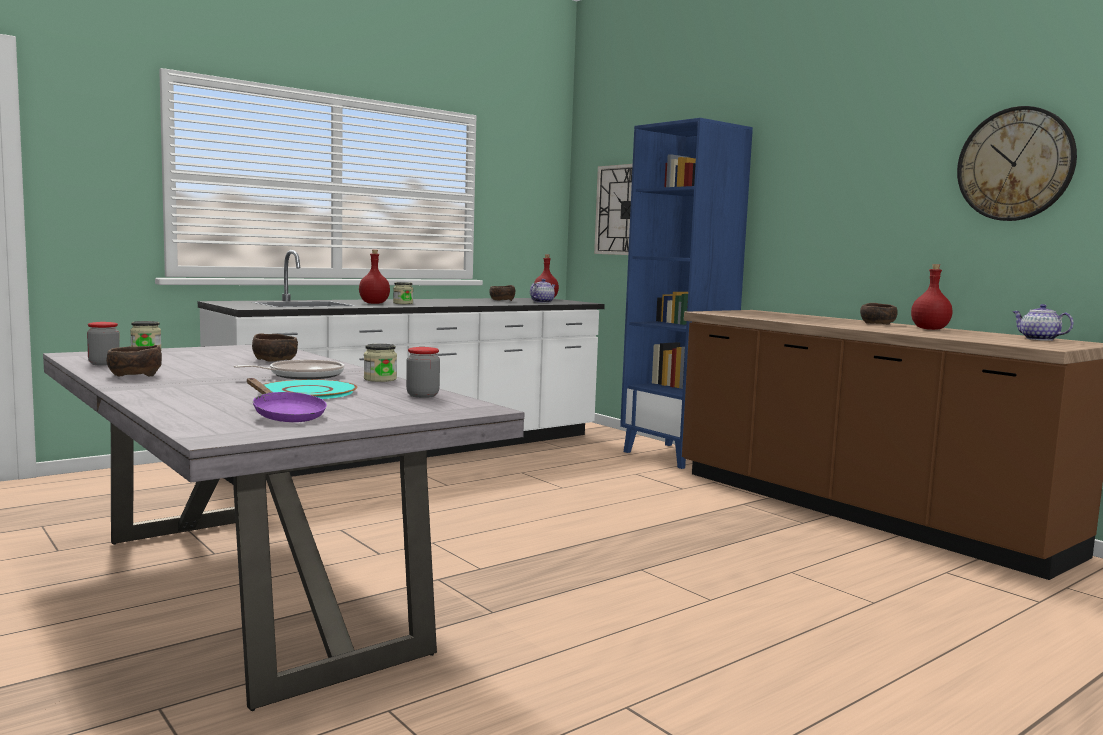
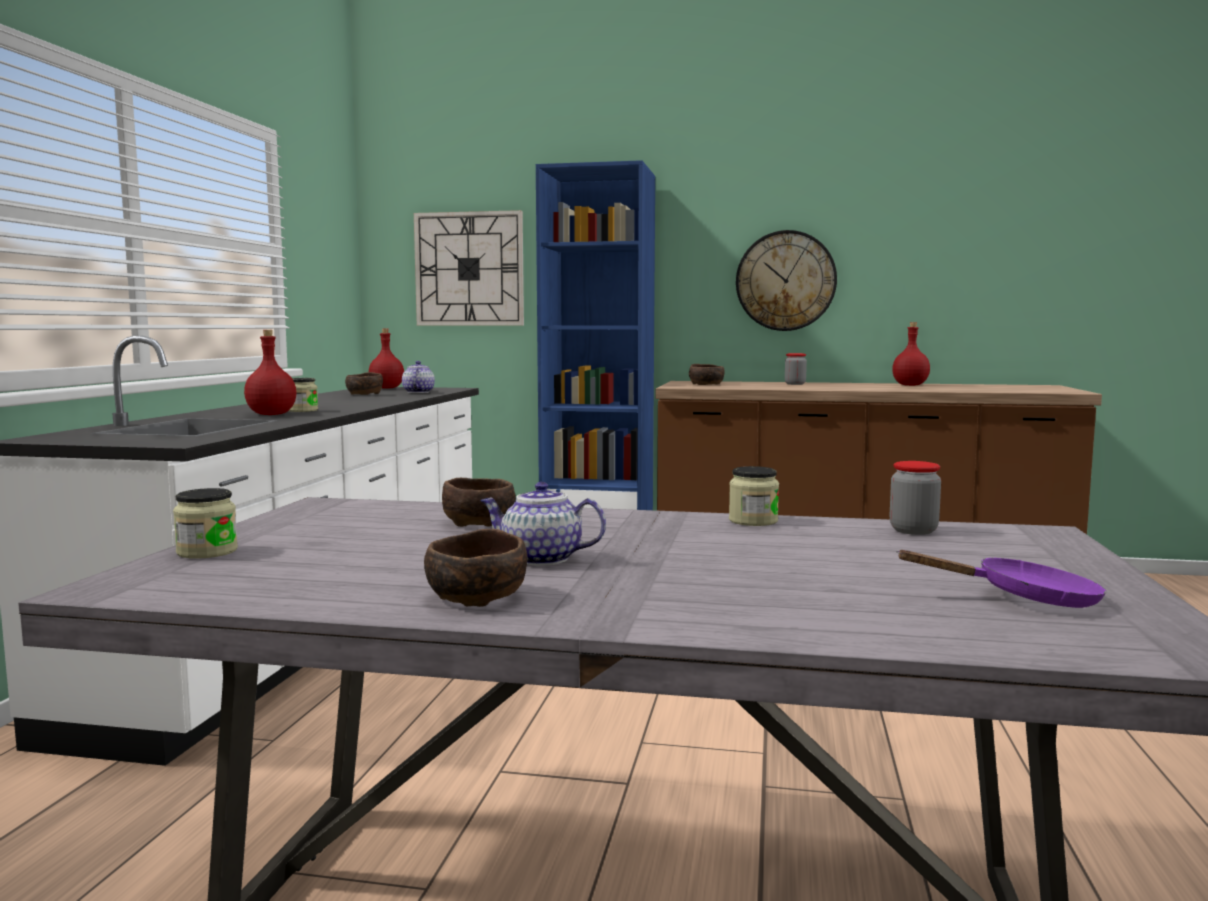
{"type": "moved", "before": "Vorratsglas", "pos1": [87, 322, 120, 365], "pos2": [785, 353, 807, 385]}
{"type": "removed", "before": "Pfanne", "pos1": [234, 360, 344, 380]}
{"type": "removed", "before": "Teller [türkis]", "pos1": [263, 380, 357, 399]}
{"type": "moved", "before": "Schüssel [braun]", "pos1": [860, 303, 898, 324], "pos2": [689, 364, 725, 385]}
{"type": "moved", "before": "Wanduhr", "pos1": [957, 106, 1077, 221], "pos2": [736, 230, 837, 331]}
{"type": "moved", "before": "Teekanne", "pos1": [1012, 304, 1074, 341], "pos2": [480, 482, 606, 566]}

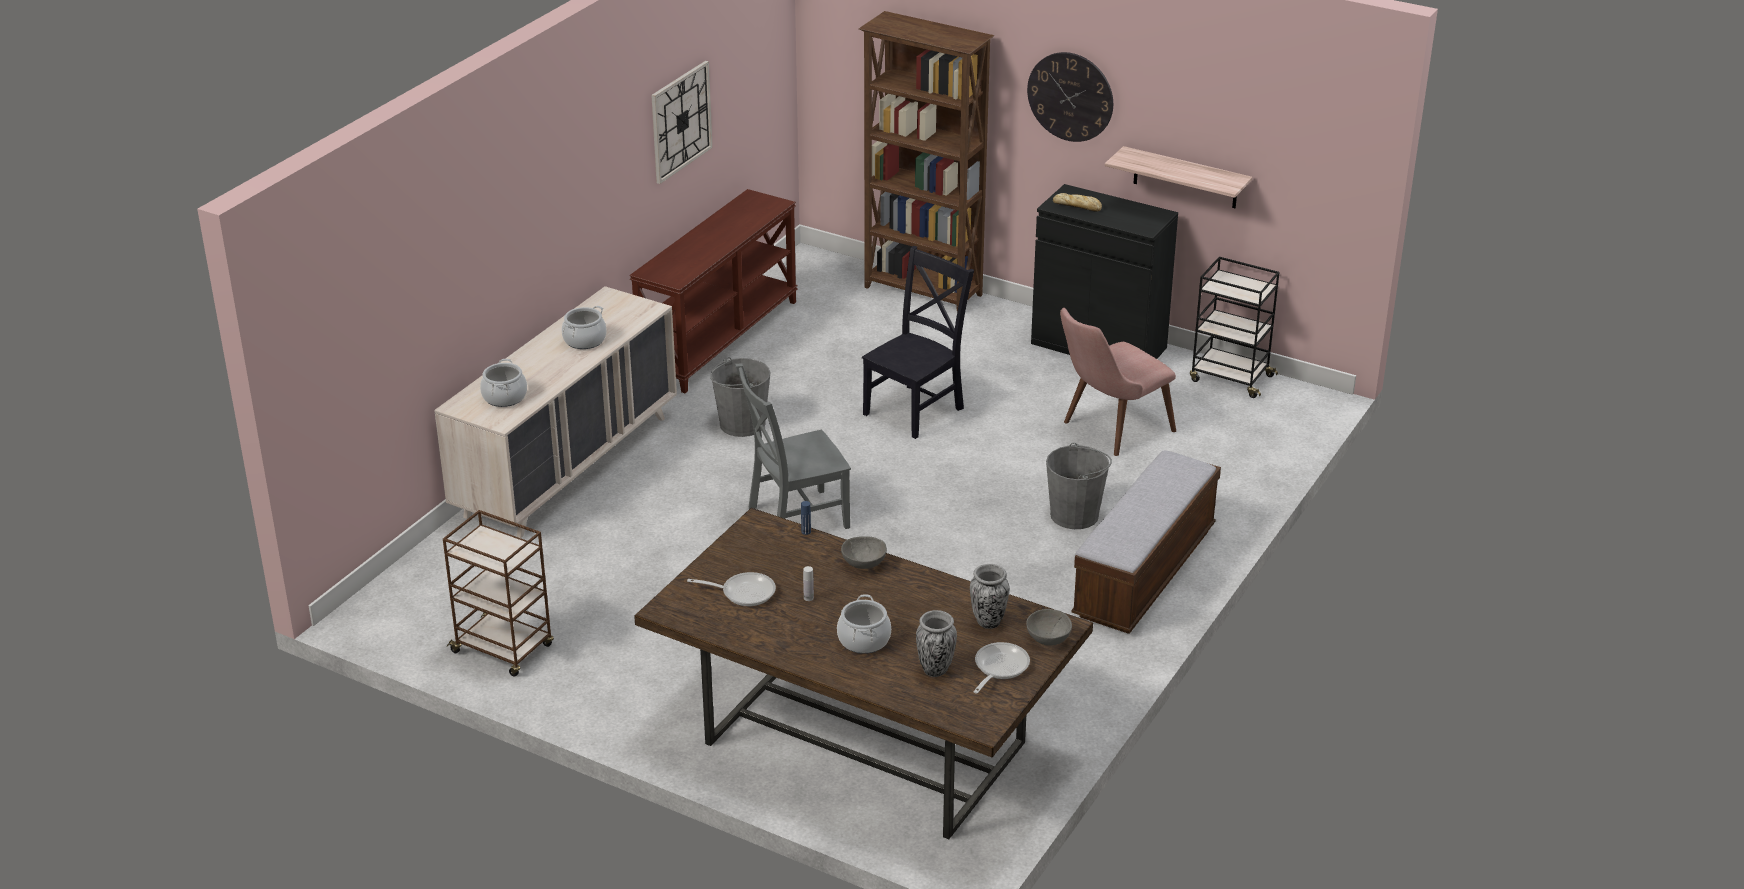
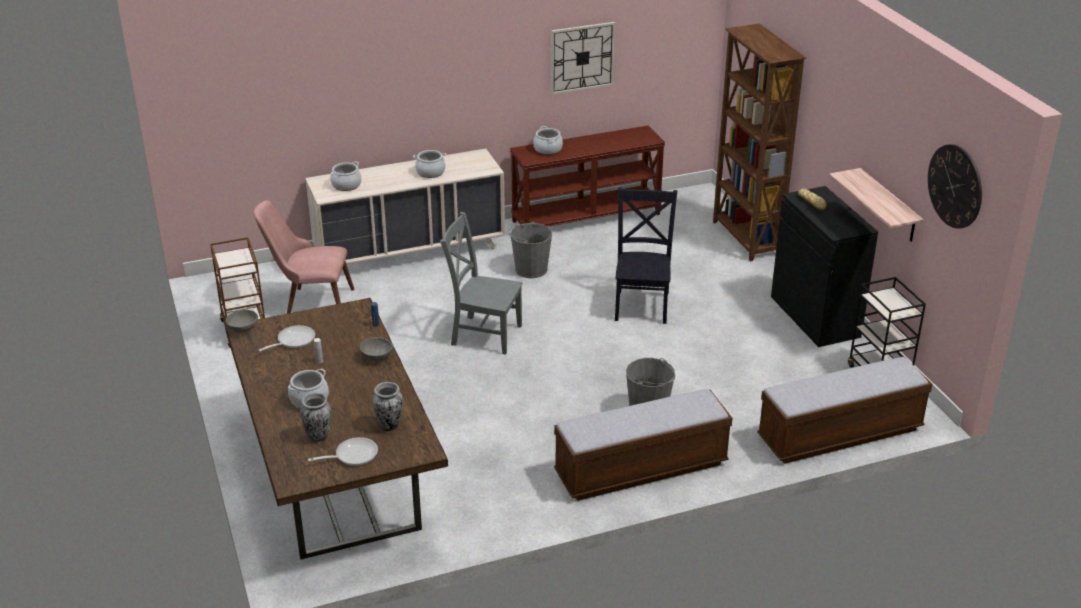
{"type": "turned", "before": "Pfanne", "pos1": [687, 572, 776, 606], "pos2": [258, 325, 315, 351], "turn": -90}
{"type": "turned", "before": "Stuhl [schwarz]", "pos1": [862, 246, 974, 439], "pos2": [615, 187, 677, 324], "turn": -75}
{"type": "moved", "before": "Schüssel [grau]", "pos1": [1026, 609, 1072, 646], "pos2": [226, 309, 258, 333]}
{"type": "moved", "before": "Wanduhr", "pos1": [1027, 52, 1113, 142], "pos2": [928, 144, 982, 229]}
{"type": "moved", "before": "Stuhl [rosa]", "pos1": [1060, 308, 1176, 456], "pos2": [254, 200, 355, 314]}
{"type": "added", "after": "Kochtopf", "pos2": [533, 126, 563, 155]}
{"type": "added", "after": "Bank", "pos2": [757, 357, 932, 464]}

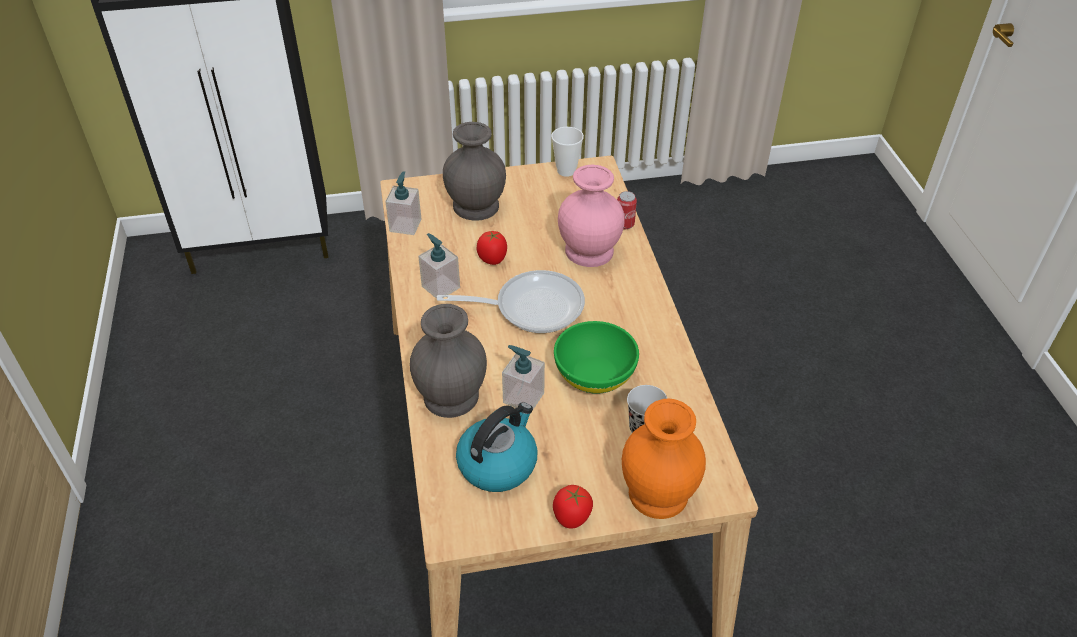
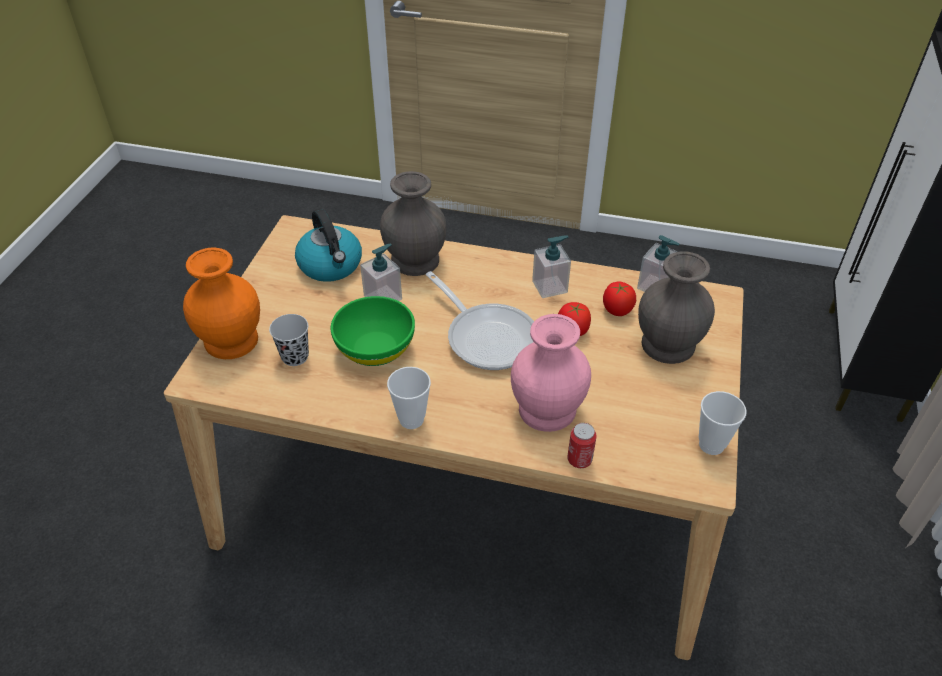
{"type": "turned", "before": "Pfanne", "pos1": [437, 270, 585, 333], "pos2": [426, 271, 534, 370], "turn": -60}
{"type": "moved", "before": "Tomate", "pos1": [553, 485, 593, 529], "pos2": [603, 281, 636, 316]}
{"type": "added", "after": "Tasse", "pos2": [387, 367, 431, 429]}

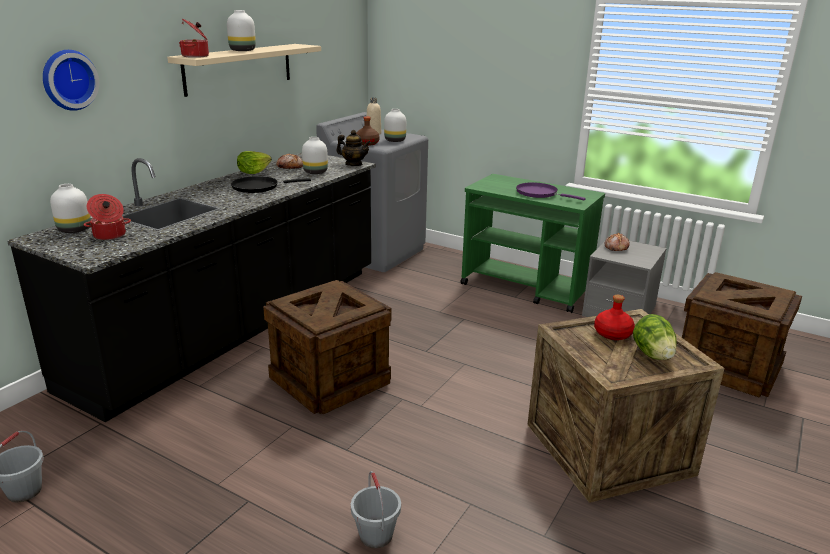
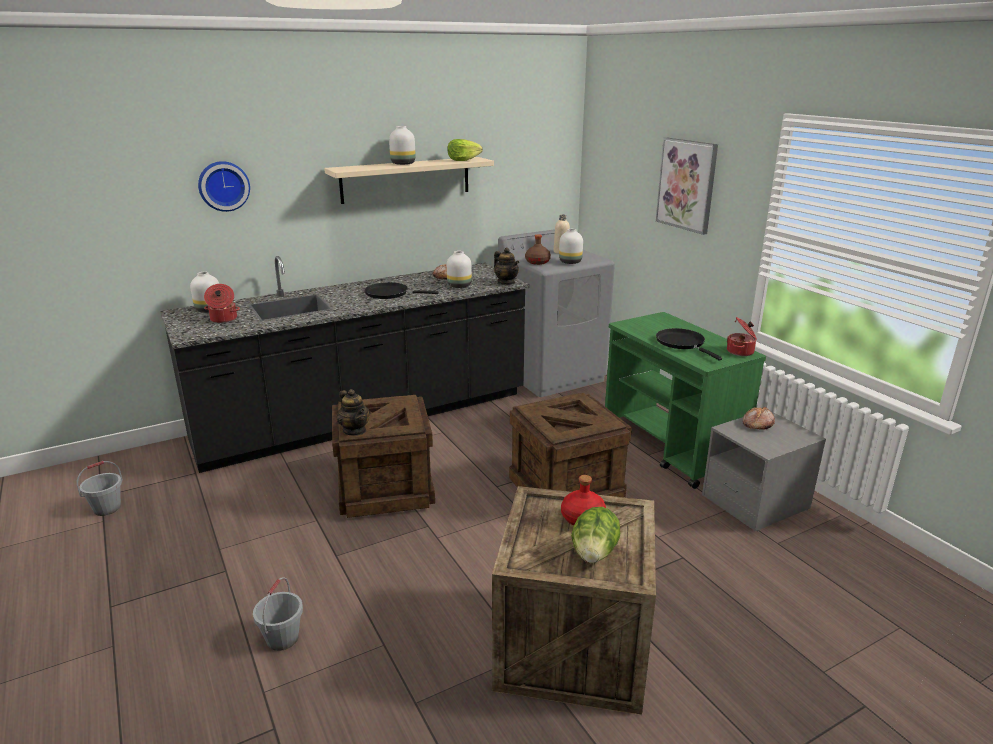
{"type": "moved", "before": "Kochtopf", "pos1": [179, 18, 209, 58], "pos2": [727, 317, 757, 356]}
{"type": "moved", "before": "Salatkopf", "pos1": [237, 151, 272, 174], "pos2": [447, 139, 483, 161]}
{"type": "recoloured", "before": "Pfanne [lila]", "after": "Pfanne [schwarz]", "pos1": [516, 182, 586, 200], "pos2": [656, 328, 722, 360]}
{"type": "moved", "before": "Kiste", "pos1": [682, 272, 802, 398], "pos2": [509, 393, 632, 497]}
{"type": "added", "after": "Teekanne", "pos2": [336, 389, 370, 436]}
{"type": "added", "after": "Bild", "pos2": [656, 138, 718, 235]}

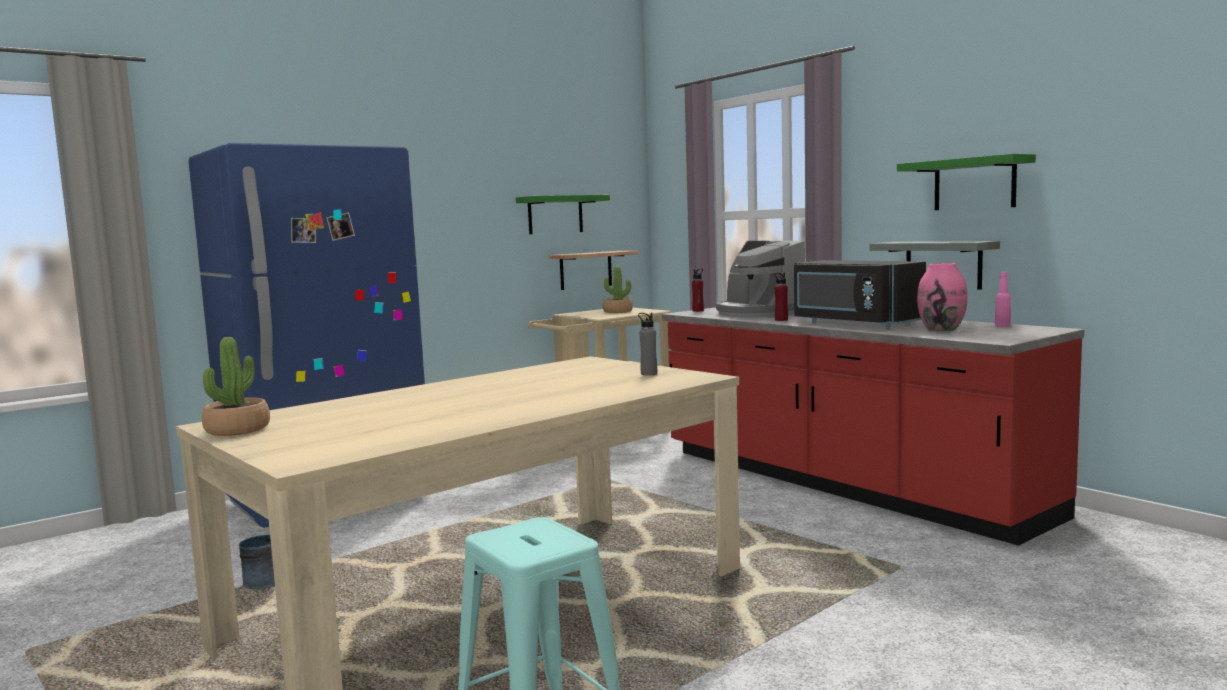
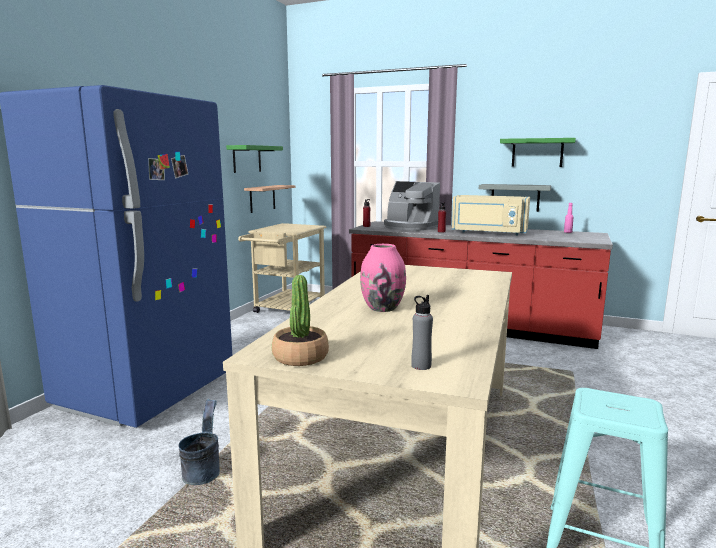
{"type": "removed", "before": "Topfpflanze", "pos1": [603, 267, 633, 313]}
{"type": "moved", "before": "Flasche [grau]", "pos1": [638, 313, 657, 376], "pos2": [411, 295, 433, 370]}
{"type": "recoloured", "before": "Mikrowelle [schwarz]", "after": "Mikrowelle [beige]", "pos1": [794, 260, 926, 328], "pos2": [452, 195, 530, 235]}
{"type": "moved", "before": "Vase [rosa]", "pos1": [917, 263, 968, 331], "pos2": [360, 244, 406, 312]}

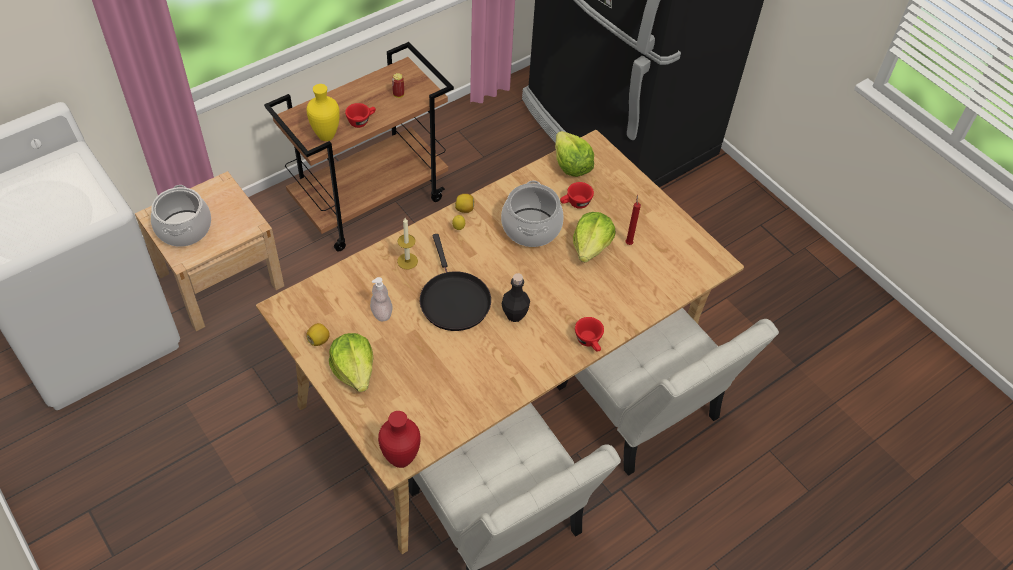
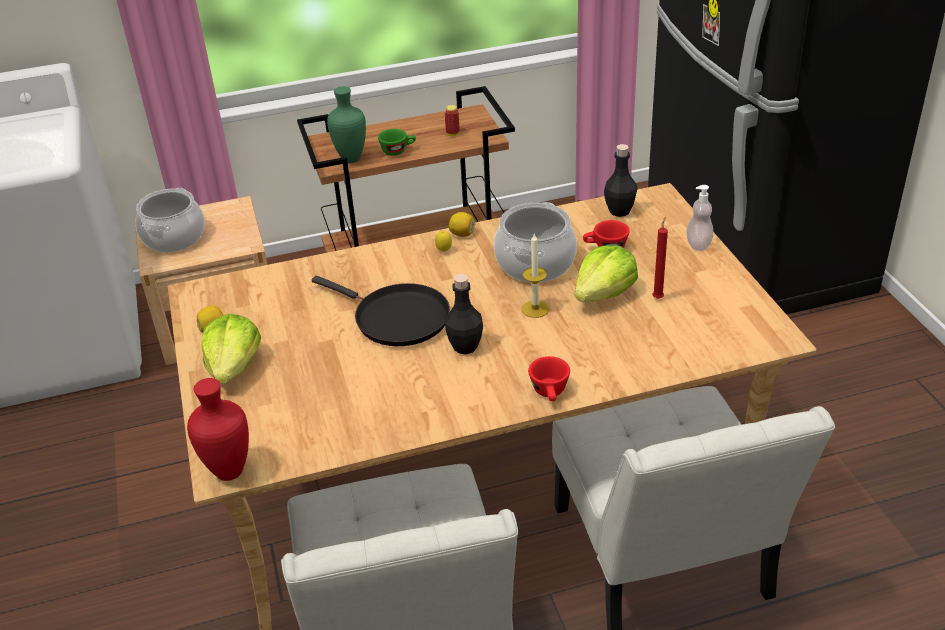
{"type": "recoloured", "before": "Vase [gelb]", "after": "Vase [grün]", "pos1": [307, 84, 340, 141], "pos2": [327, 86, 366, 163]}
{"type": "recoloured", "before": "Tasse [rot]", "after": "Tasse [grün]", "pos1": [345, 103, 376, 128], "pos2": [378, 129, 416, 156]}
{"type": "moved", "before": "Seifenspender", "pos1": [370, 277, 393, 321], "pos2": [686, 185, 714, 251]}
{"type": "moved", "before": "Kerze", "pos1": [397, 218, 418, 269], "pos2": [521, 234, 549, 318]}
{"type": "turned", "before": "Pfanne [schwarz]", "pos1": [420, 234, 491, 331], "pos2": [312, 276, 450, 346], "turn": -60}
{"type": "replaced", "before": "Salatkopf", "after": "Flasche [schwarz]", "pos1": [555, 131, 594, 177], "pos2": [604, 144, 637, 217]}

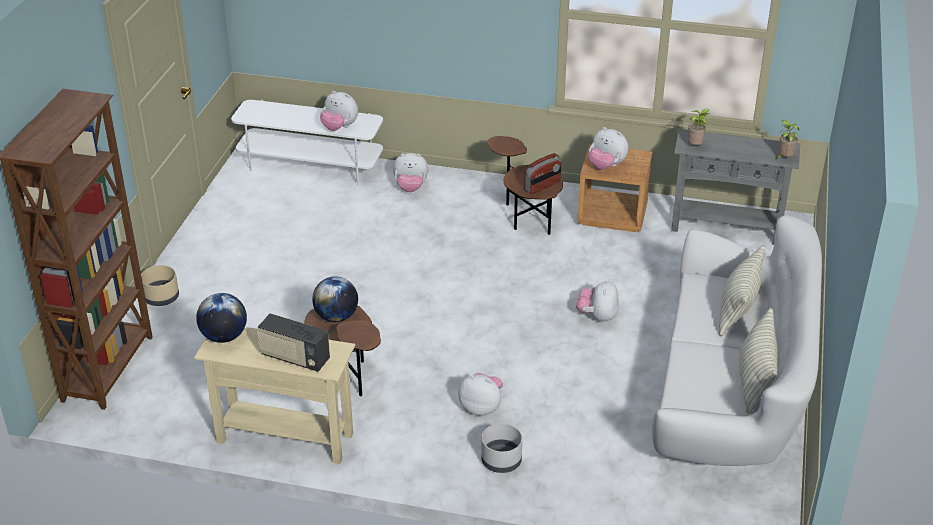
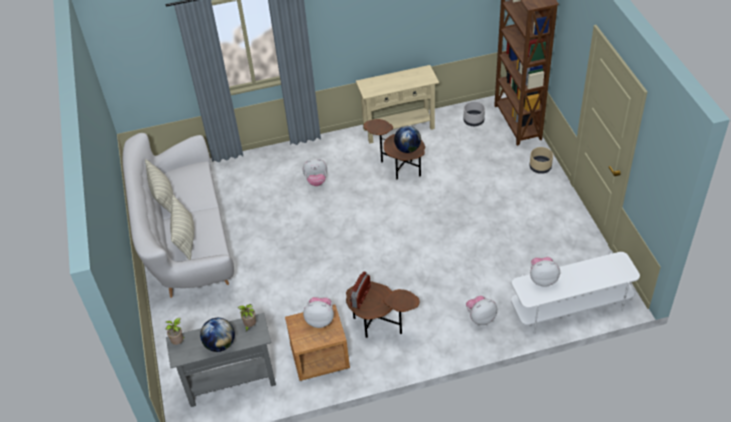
{"type": "moved", "before": "Globus", "pos1": [196, 293, 247, 343], "pos2": [200, 318, 235, 352]}
{"type": "removed", "before": "Radio", "pos1": [257, 313, 330, 372]}
{"type": "moved", "before": "Pflanzkübel [grau]", "pos1": [481, 423, 522, 473], "pos2": [463, 101, 485, 126]}
{"type": "removed", "before": "Plüschtier", "pos1": [576, 279, 619, 323]}

